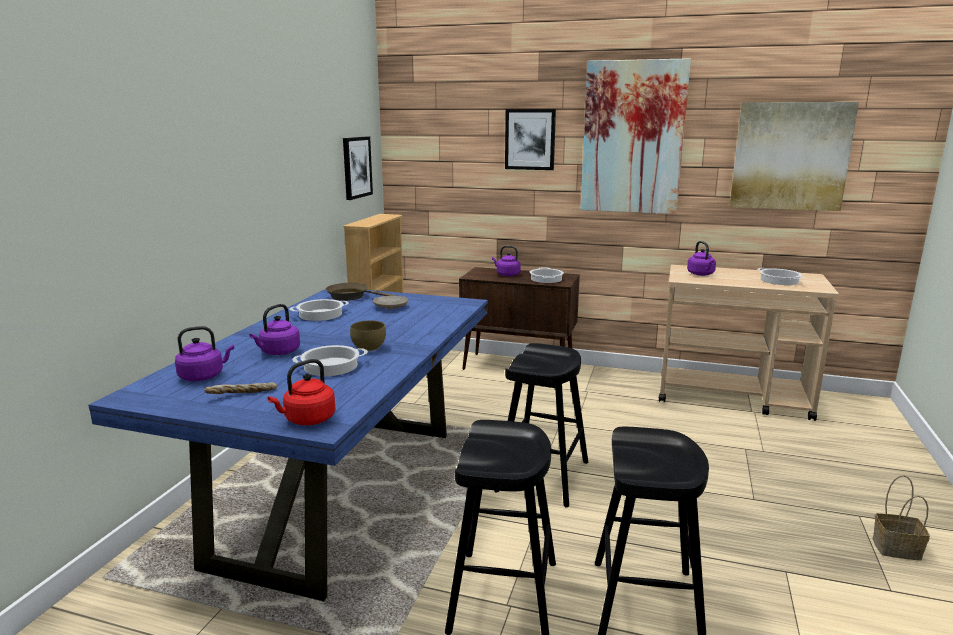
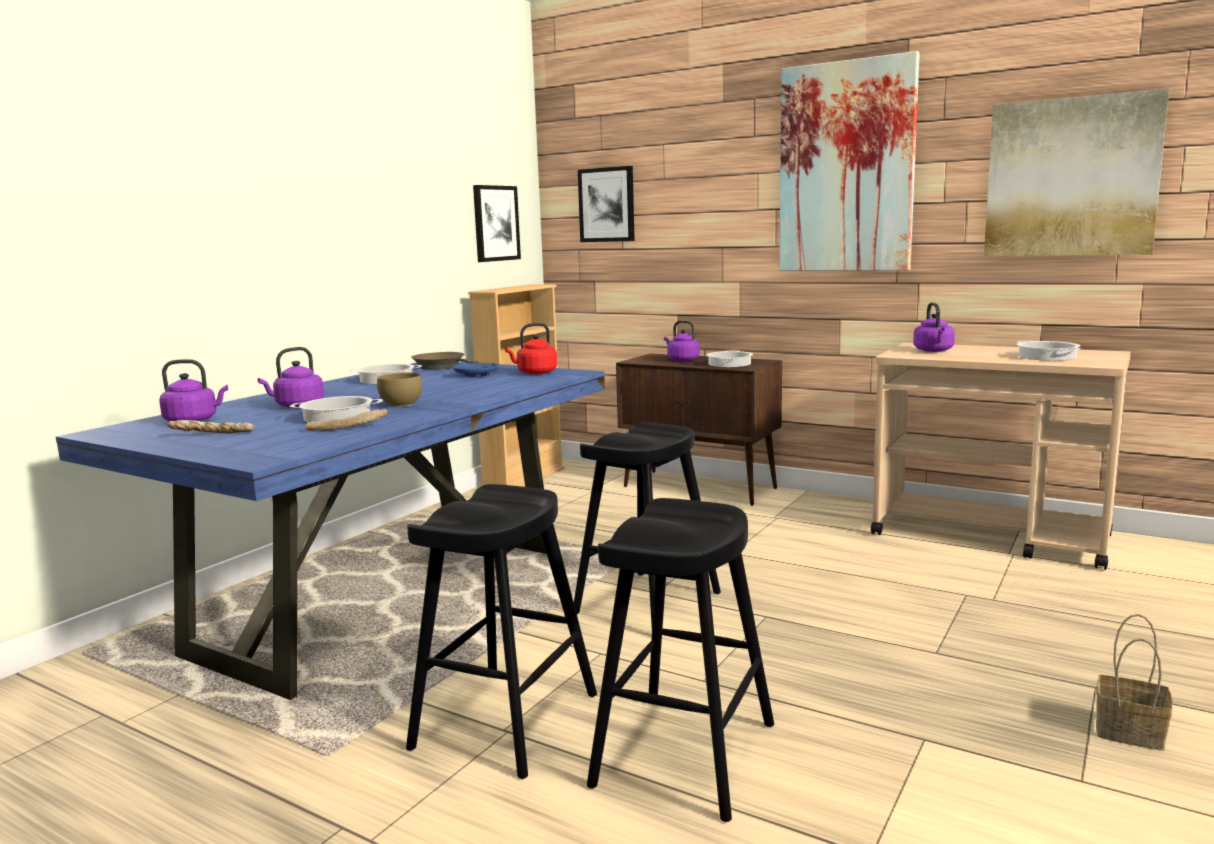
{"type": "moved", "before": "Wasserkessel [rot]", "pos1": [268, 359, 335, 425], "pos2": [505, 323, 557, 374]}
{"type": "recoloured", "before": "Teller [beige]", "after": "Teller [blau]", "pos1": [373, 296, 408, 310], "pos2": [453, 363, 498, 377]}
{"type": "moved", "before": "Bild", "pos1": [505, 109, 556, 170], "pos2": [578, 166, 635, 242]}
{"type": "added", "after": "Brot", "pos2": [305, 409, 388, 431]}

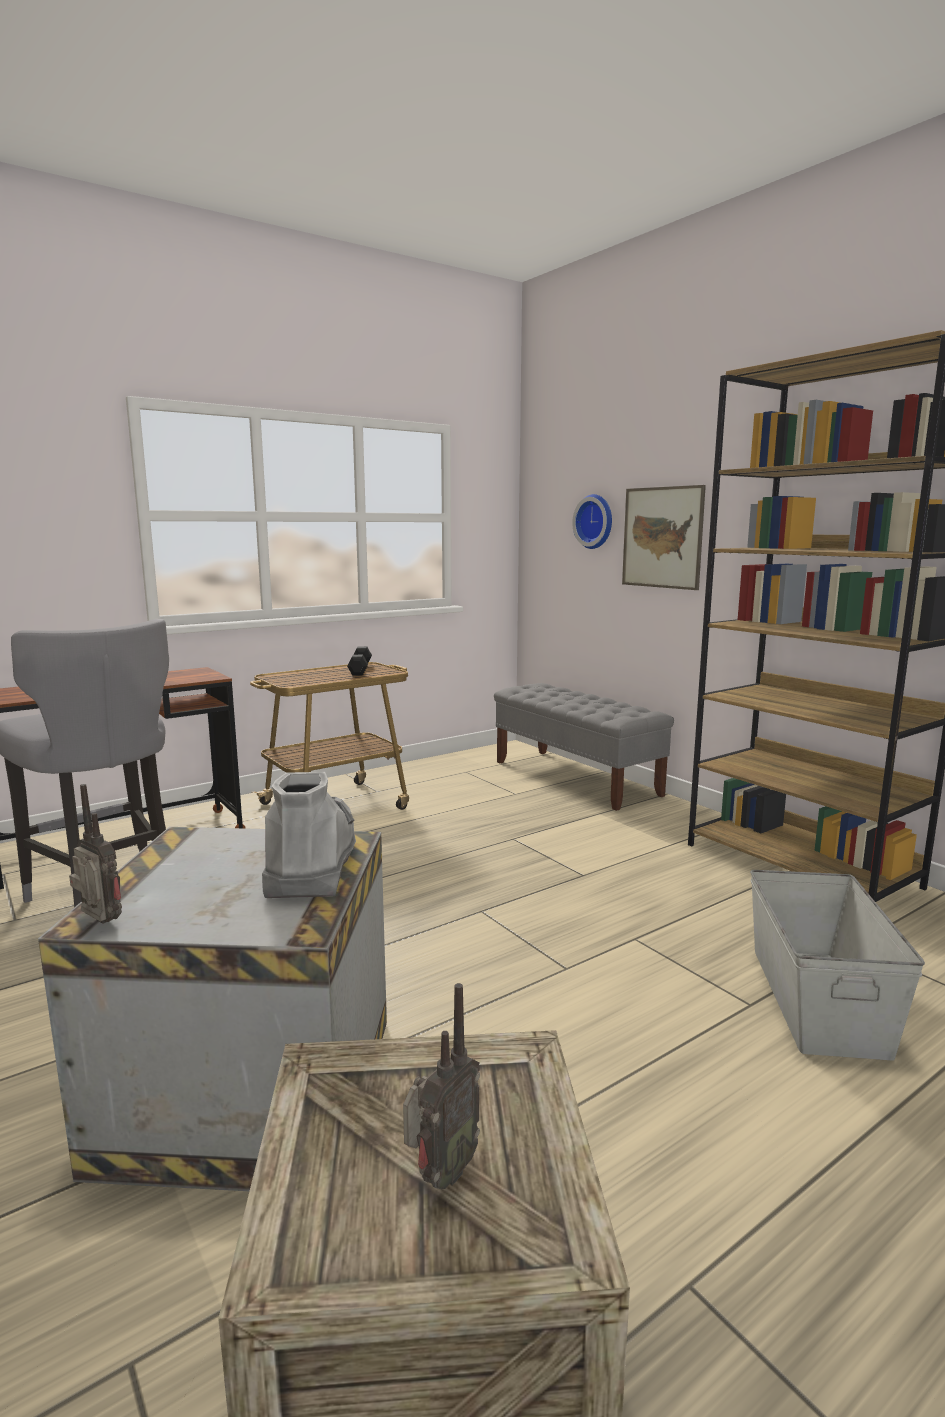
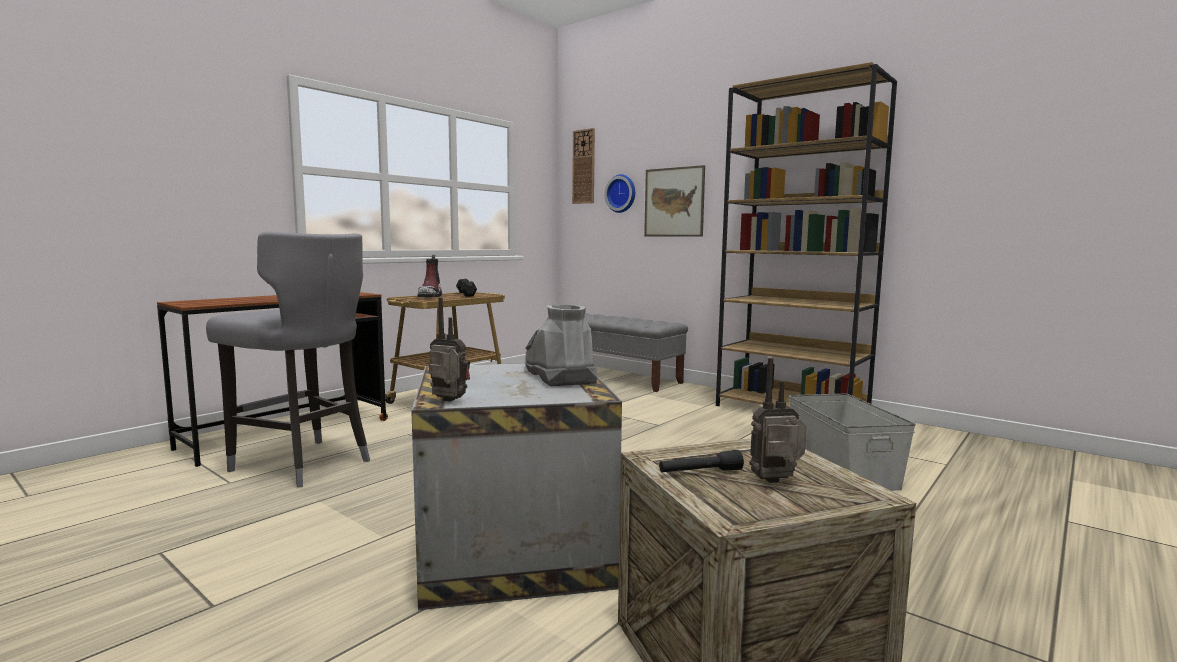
{"type": "turned", "before": "Radio", "pos1": [403, 983, 480, 1190], "pos2": [749, 358, 806, 483], "turn": -120}
{"type": "added", "after": "Stiefel", "pos2": [417, 255, 442, 297]}
{"type": "added", "after": "Wanduhr", "pos2": [572, 128, 595, 204]}
{"type": "added", "after": "Taschenlampe [schwarz]", "pos2": [659, 450, 744, 472]}

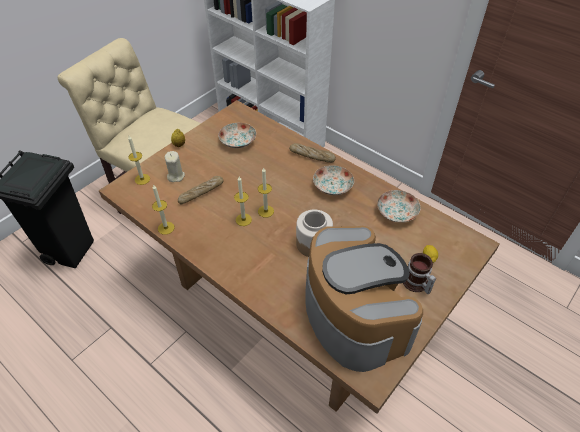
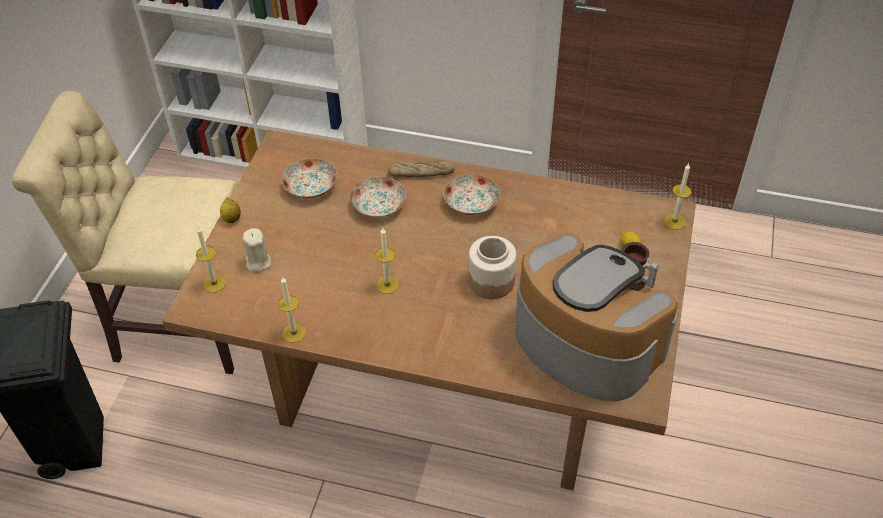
{"type": "removed", "before": "Brot", "pos1": [178, 176, 224, 204]}
{"type": "moved", "before": "Kerze", "pos1": [258, 168, 274, 218], "pos2": [664, 163, 692, 230]}
{"type": "moved", "before": "Teller", "pos1": [377, 190, 420, 223], "pos2": [350, 176, 406, 217]}

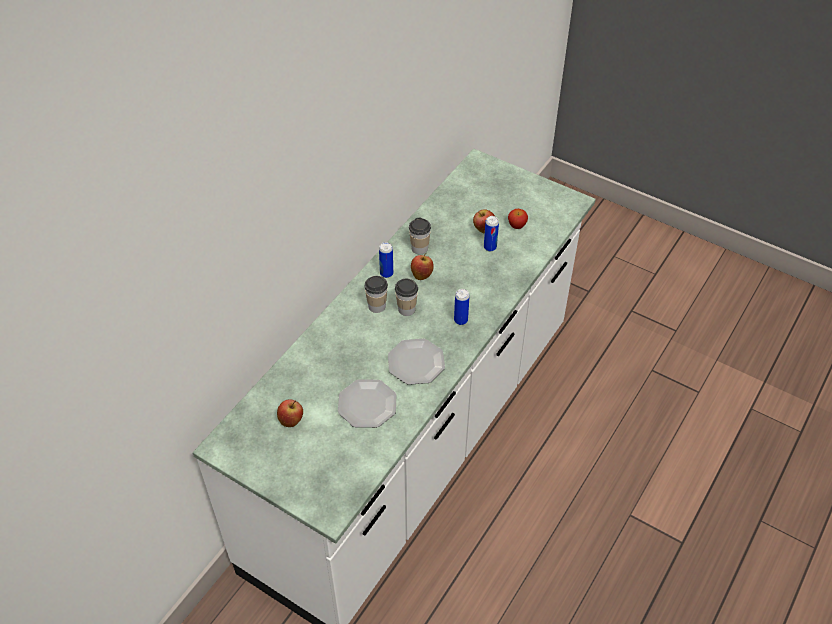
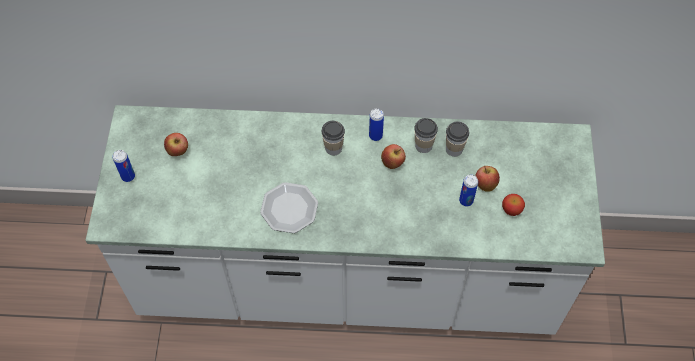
{"type": "removed", "before": "Teller", "pos1": [338, 379, 396, 428]}
{"type": "moved", "before": "Tasse", "pos1": [395, 279, 418, 316], "pos2": [446, 121, 469, 157]}
{"type": "moved", "before": "Dose", "pos1": [454, 289, 470, 325], "pos2": [113, 150, 135, 182]}

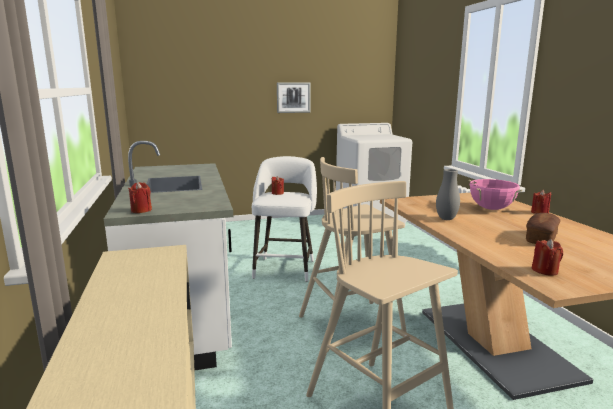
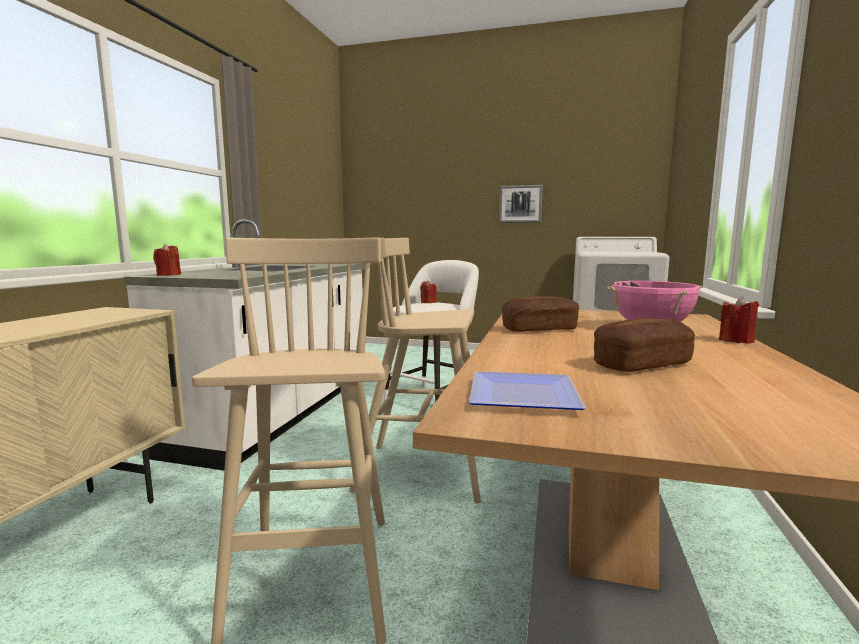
{"type": "replaced", "before": "Vase [grau]", "after": "Brot", "pos1": [436, 169, 460, 220], "pos2": [502, 296, 579, 332]}
{"type": "replaced", "before": "Kerze [rot]", "after": "Teller", "pos1": [531, 239, 563, 276], "pos2": [469, 371, 586, 410]}

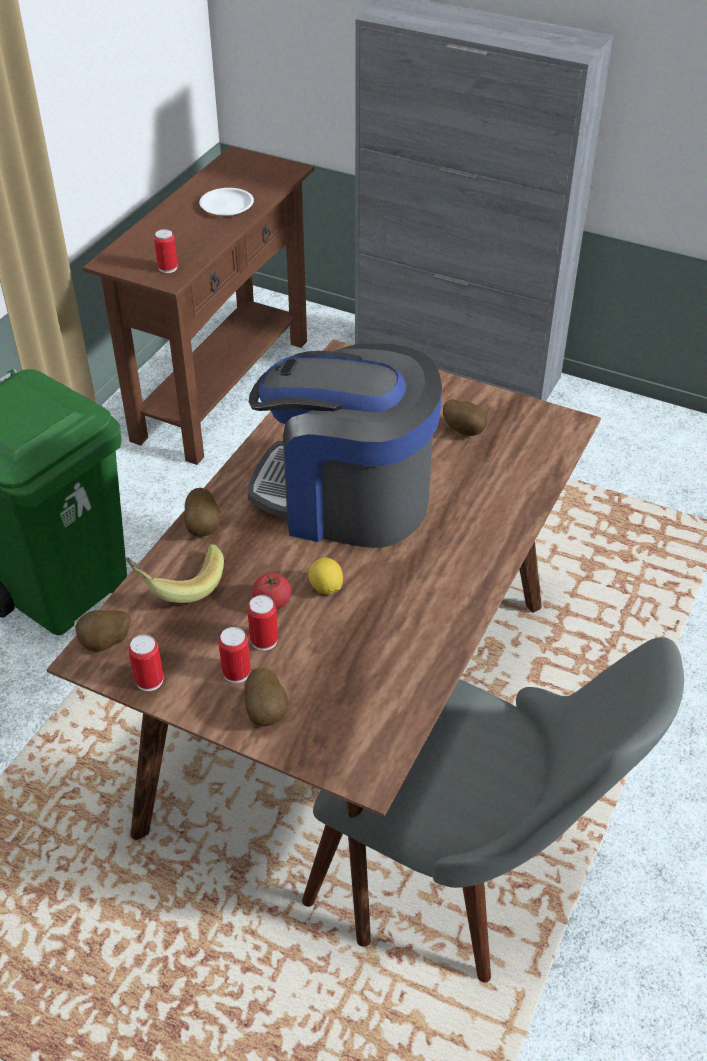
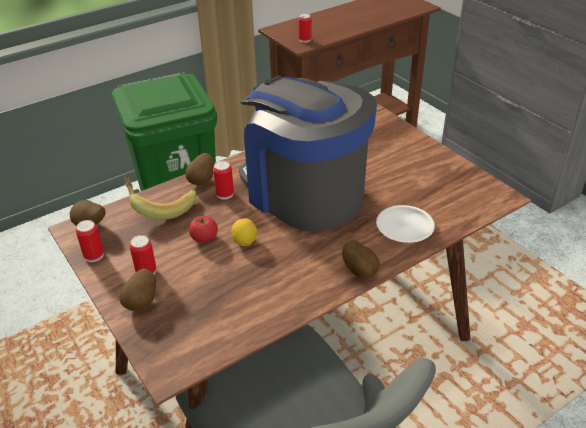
{"type": "moved", "before": "Teller [weiß]", "pos1": [199, 188, 254, 216], "pos2": [376, 205, 435, 243]}
{"type": "moved", "before": "Dose", "pos1": [247, 595, 278, 651], "pos2": [213, 161, 234, 200]}
{"type": "moved", "before": "Kartoffel", "pos1": [443, 399, 488, 436], "pos2": [342, 240, 380, 279]}

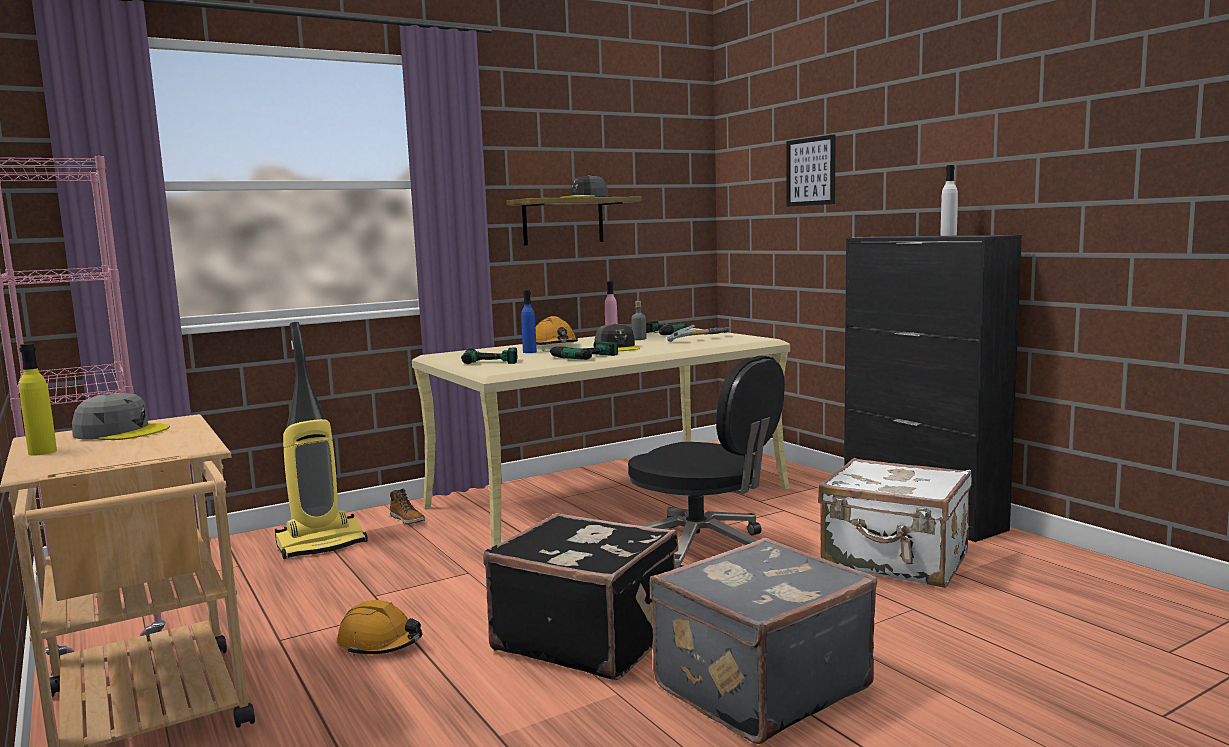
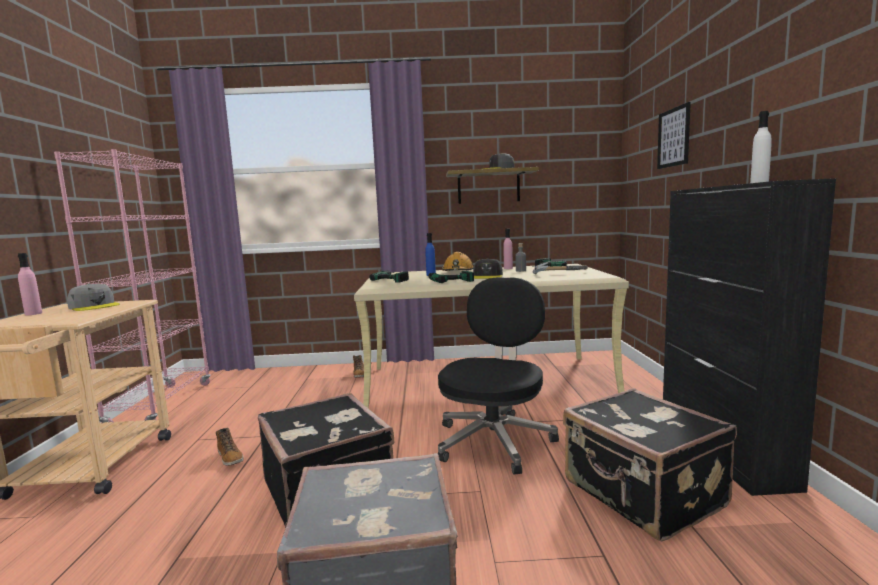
{"type": "recoloured", "before": "Flasche [gelb]", "after": "Flasche [rosa]", "pos1": [19, 343, 57, 456], "pos2": [18, 253, 42, 315]}
{"type": "removed", "before": "Staubsauger", "pos1": [275, 322, 368, 559]}
{"type": "replaced", "before": "Schutzhelm [orange]", "after": "Stiefel", "pos1": [337, 600, 422, 656], "pos2": [216, 428, 244, 466]}
{"type": "turned", "before": "Bürostuhl [schwarz]", "pos1": [628, 356, 785, 568], "pos2": [438, 277, 559, 475], "turn": -135}
{"type": "recoloured", "before": "Koffer [weiß]", "after": "Koffer [schwarz]", "pos1": [818, 458, 972, 588], "pos2": [563, 388, 737, 541]}

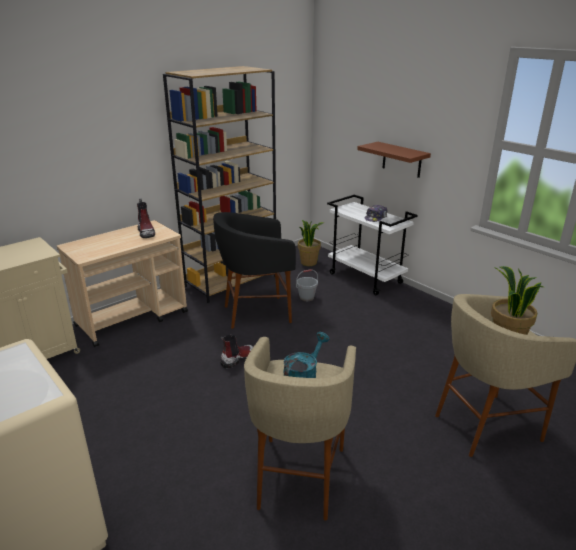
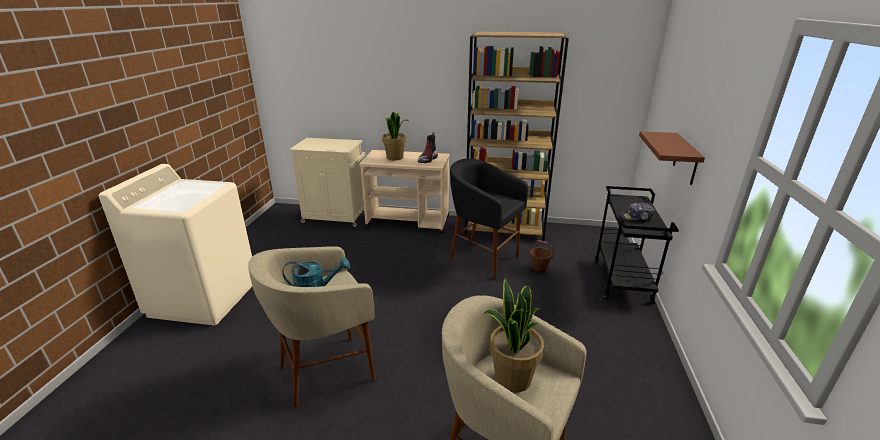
{"type": "removed", "before": "Stiefel", "pos1": [220, 335, 253, 368]}
{"type": "recoloured", "before": "Eimer [grau]", "after": "Eimer [braun]", "pos1": [296, 269, 318, 301], "pos2": [529, 240, 554, 272]}
{"type": "moved", "before": "Topfpflanze", "pos1": [298, 220, 324, 266], "pos2": [382, 112, 409, 160]}
{"type": "recoloured", "before": "Rollwagen [weiß]", "after": "Rollwagen [schwarz]", "pos1": [327, 195, 418, 295], "pos2": [595, 186, 679, 304]}

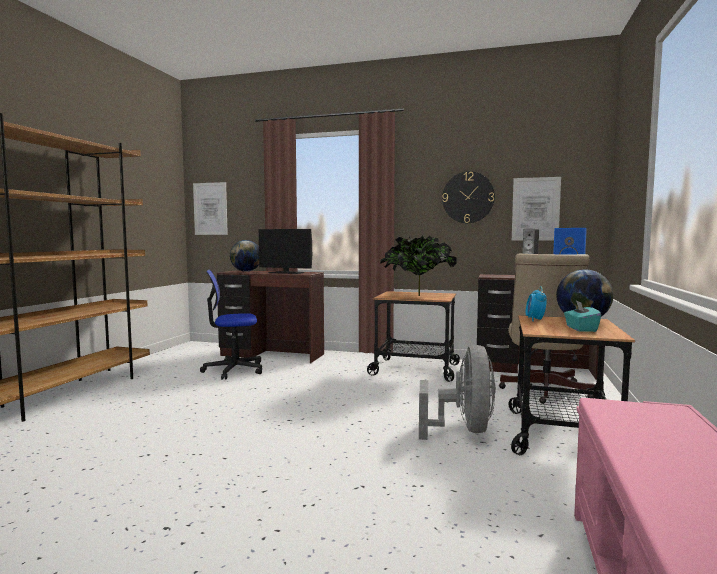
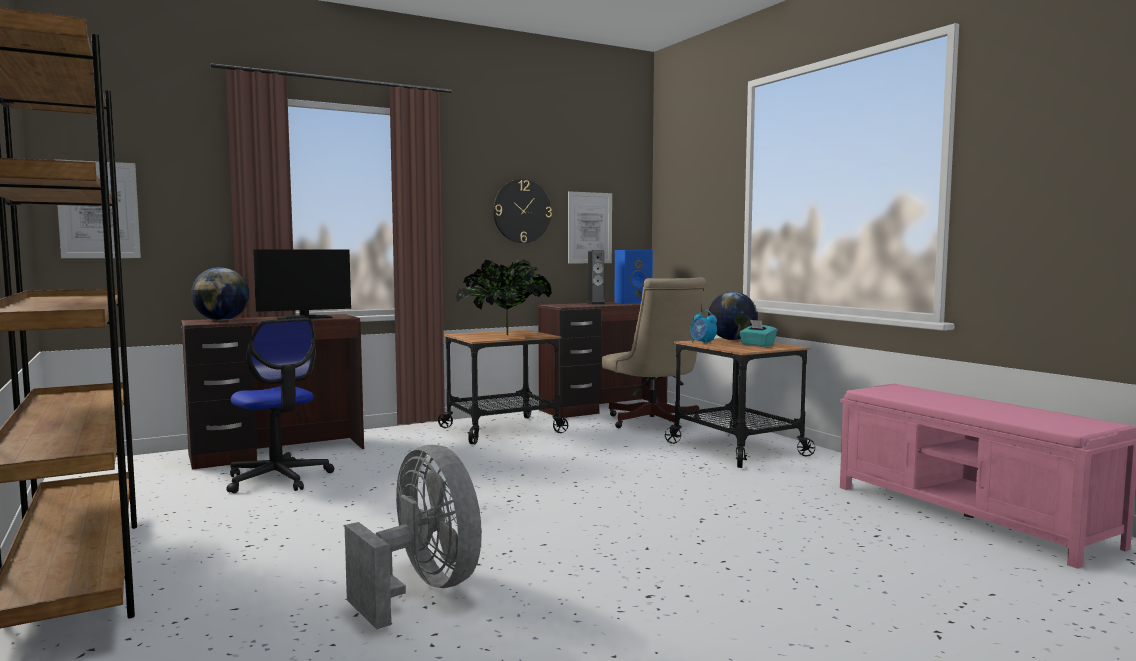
{"type": "turned", "before": "Bürostuhl", "pos1": [200, 270, 262, 380], "pos2": [226, 318, 335, 493], "turn": -75}
{"type": "moved", "before": "Ventilator [grau]", "pos1": [419, 345, 496, 440], "pos2": [344, 445, 482, 629]}

